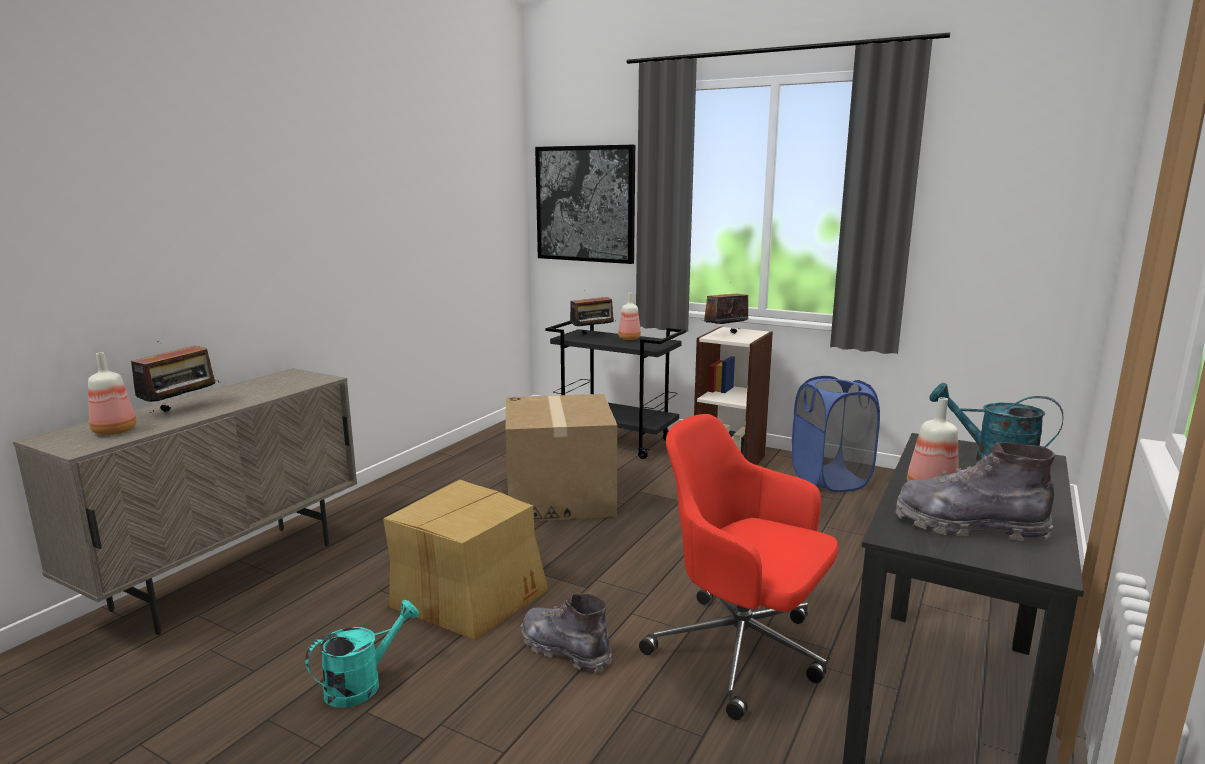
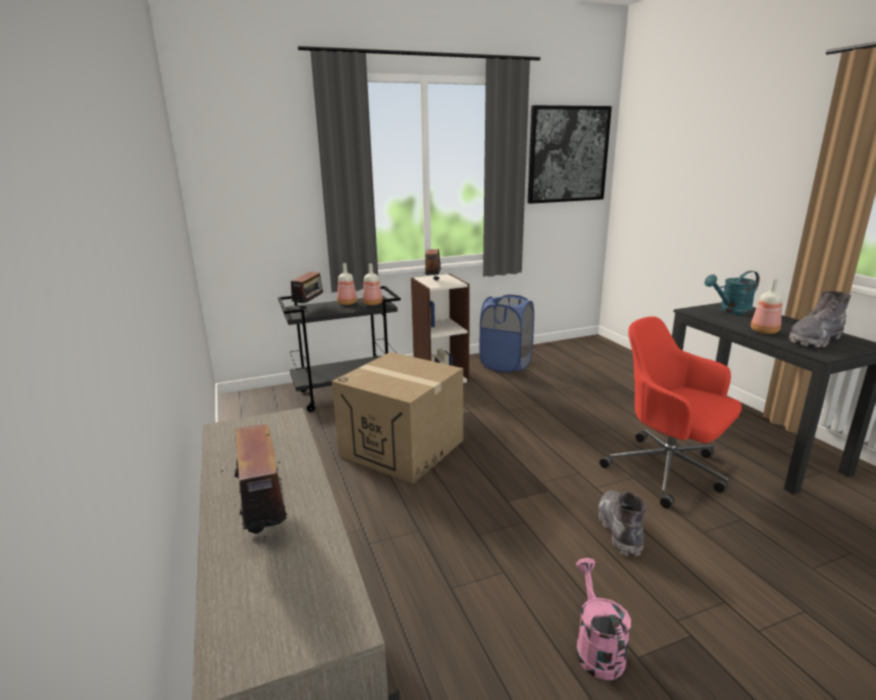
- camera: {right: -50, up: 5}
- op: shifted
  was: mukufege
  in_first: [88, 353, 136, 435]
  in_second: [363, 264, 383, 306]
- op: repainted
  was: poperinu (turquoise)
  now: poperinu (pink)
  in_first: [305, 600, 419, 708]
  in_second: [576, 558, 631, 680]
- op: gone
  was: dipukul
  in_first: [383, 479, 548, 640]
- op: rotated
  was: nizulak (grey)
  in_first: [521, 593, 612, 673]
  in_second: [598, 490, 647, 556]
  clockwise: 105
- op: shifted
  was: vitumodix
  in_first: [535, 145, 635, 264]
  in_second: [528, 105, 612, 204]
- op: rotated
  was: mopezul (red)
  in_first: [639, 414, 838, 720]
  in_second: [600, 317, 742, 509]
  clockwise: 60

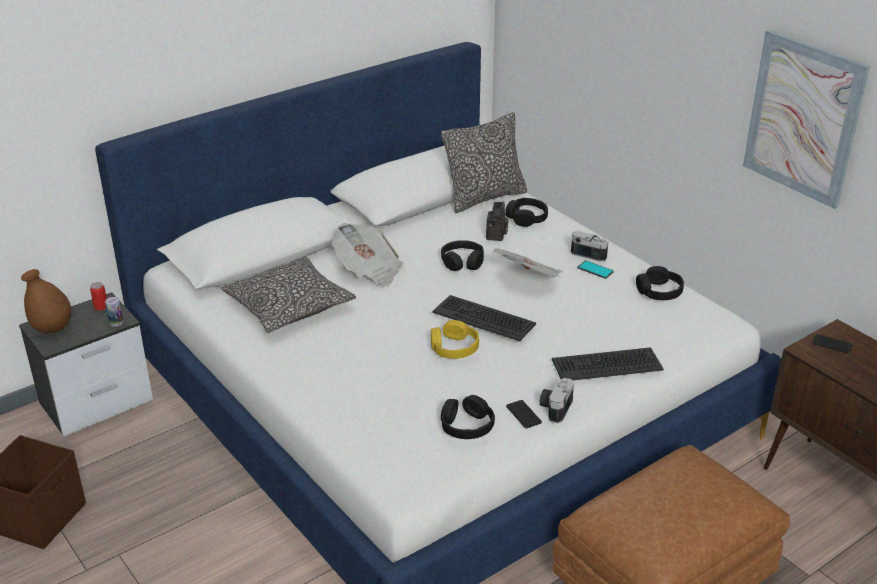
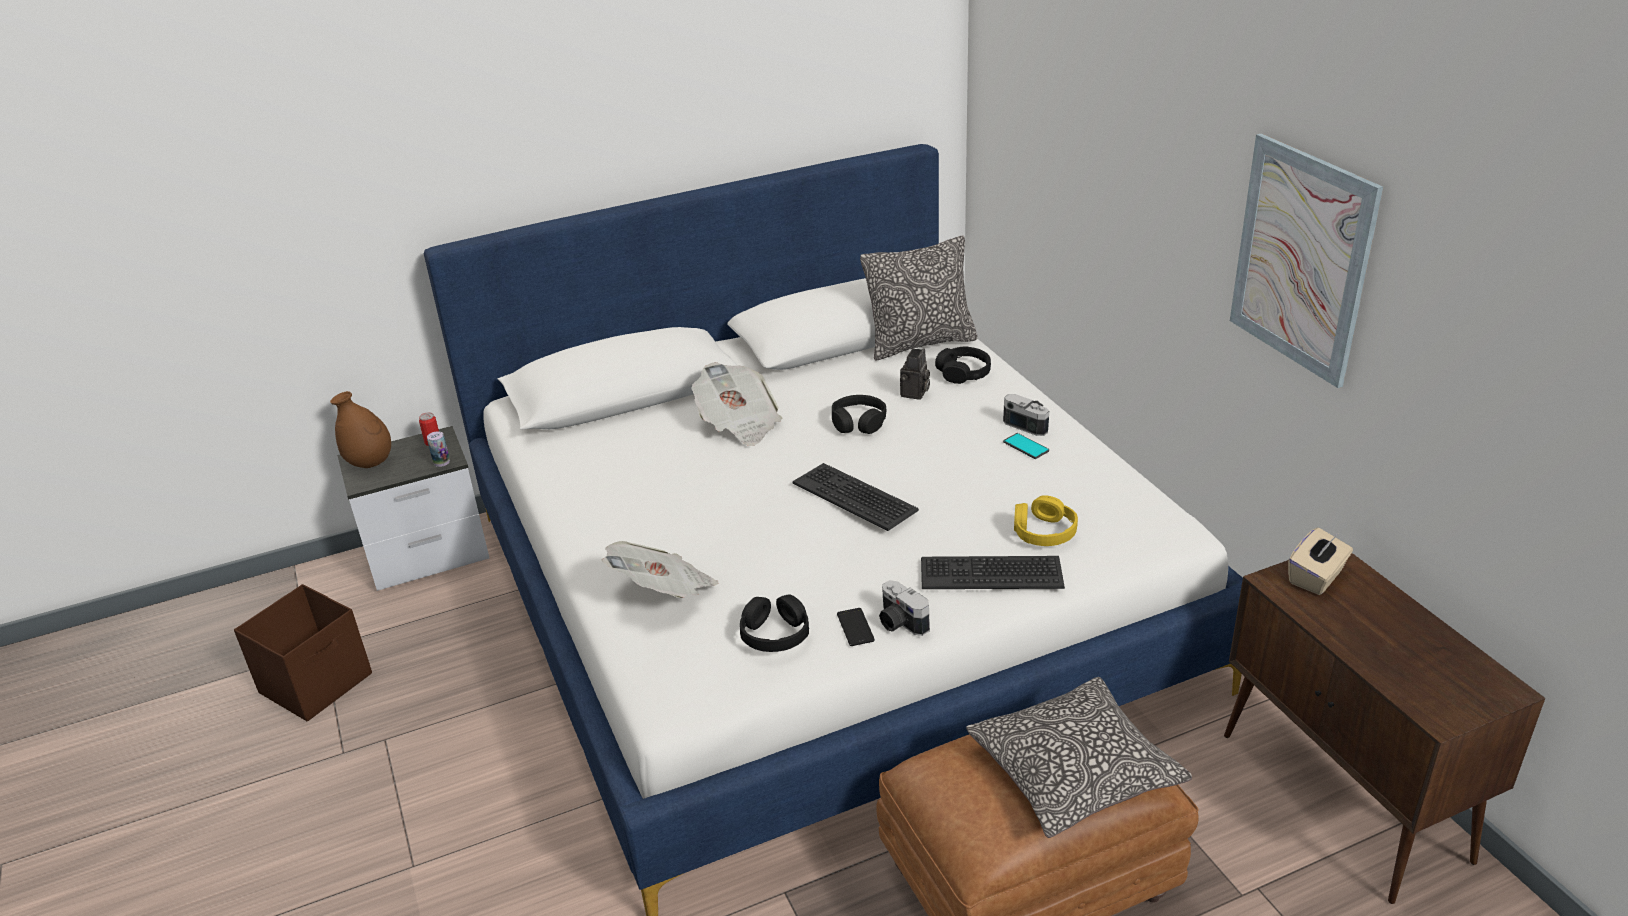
- camera: {right: 15, up: 0}
- op: shifted
  was: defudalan
  in_first: [221, 256, 356, 333]
  in_second: [966, 677, 1192, 838]
- op: shifted
  was: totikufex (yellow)
  in_first: [431, 320, 479, 359]
  in_second: [1014, 495, 1078, 546]
- op: shifted
  was: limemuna
  in_first: [493, 248, 563, 277]
  in_second: [601, 541, 719, 598]
- op: rotated
  was: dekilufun
  in_first: [539, 378, 574, 423]
  in_second: [879, 580, 930, 636]
  clockwise: -75
- op: gone
  was: totikufex (black)
  in_first: [636, 266, 684, 300]
- op: swapped
  was: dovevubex
  now: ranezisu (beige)
  in_first: [812, 334, 853, 354]
  in_second: [1288, 527, 1353, 595]

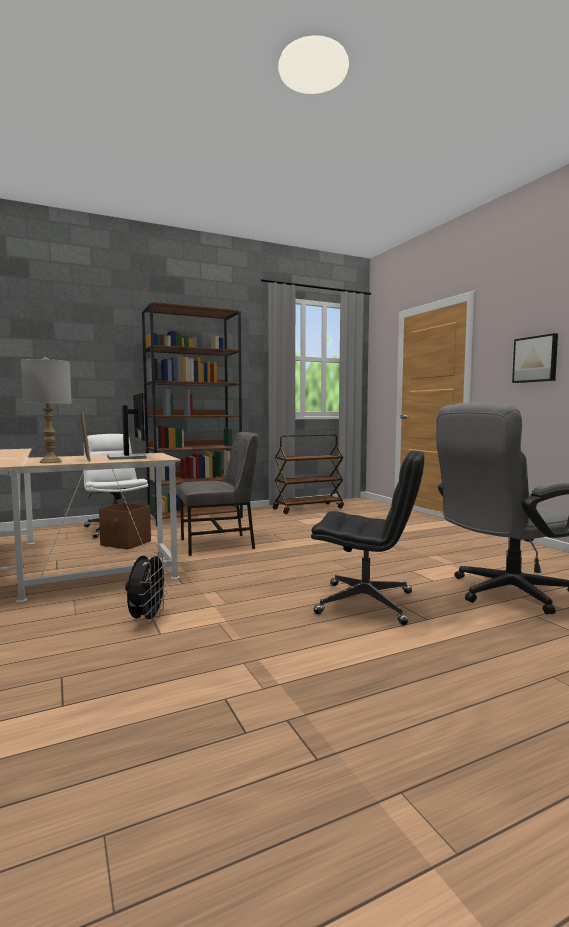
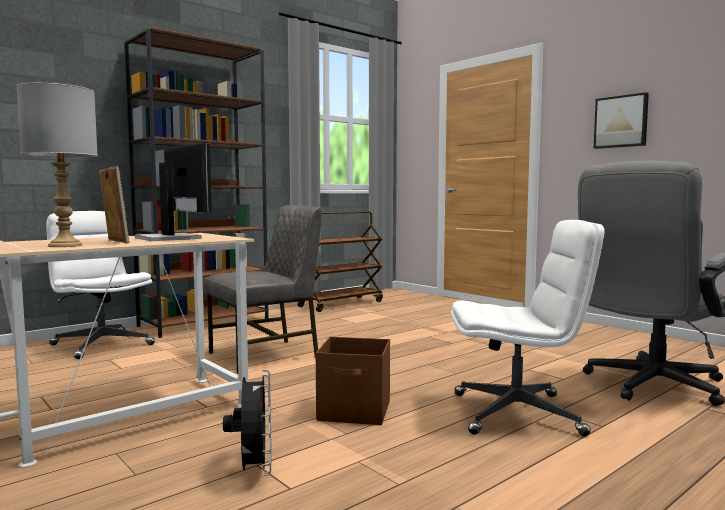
- camera: {right: -15, up: 0}
- op: shifted
  was: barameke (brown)
  in_first: [99, 503, 151, 550]
  in_second: [316, 337, 390, 425]
- op: repainted
  was: mopezul (black)
  now: mopezul (white)
  in_first: [311, 451, 424, 625]
  in_second: [451, 220, 605, 436]

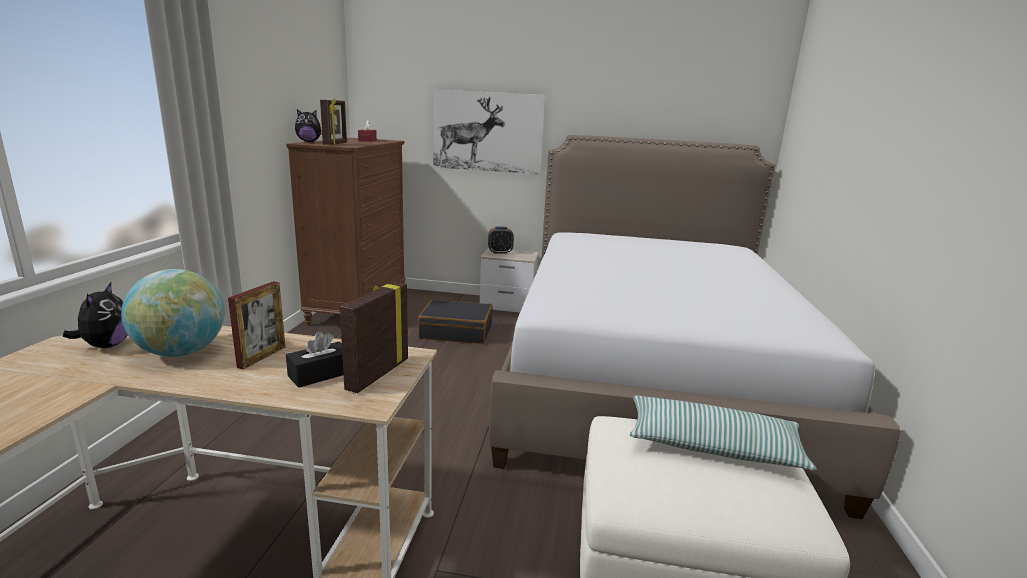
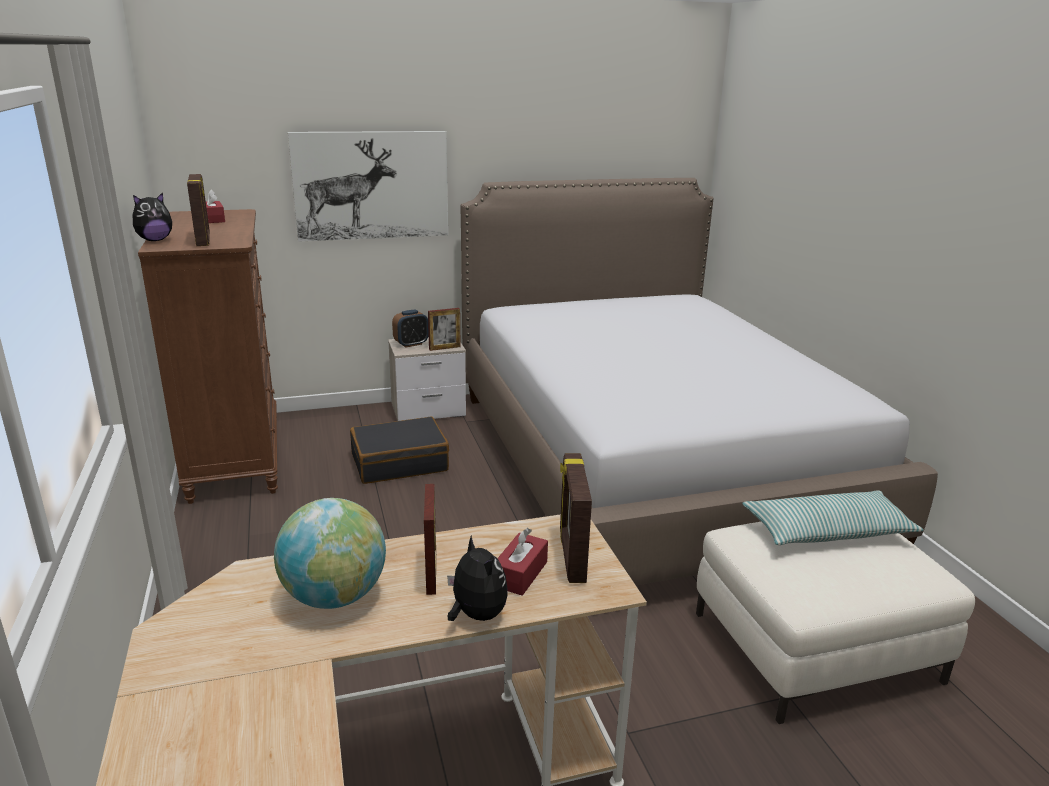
- camera: {right: -25, up: 5}
- op: shifted
  was: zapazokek
  in_first: [63, 282, 127, 348]
  in_second: [447, 536, 507, 621]
- op: repainted
  was: ranezisu (black)
  now: ranezisu (red)
  in_first: [286, 331, 344, 388]
  in_second: [497, 528, 548, 596]
- op: new
  now: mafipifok
  in_second: [428, 308, 461, 351]

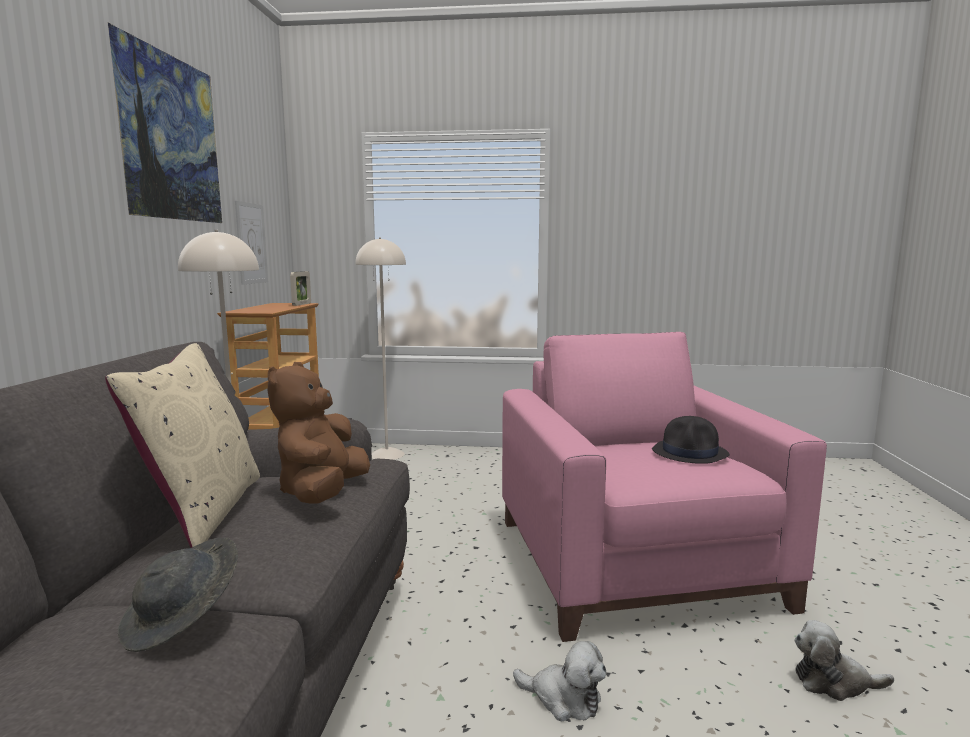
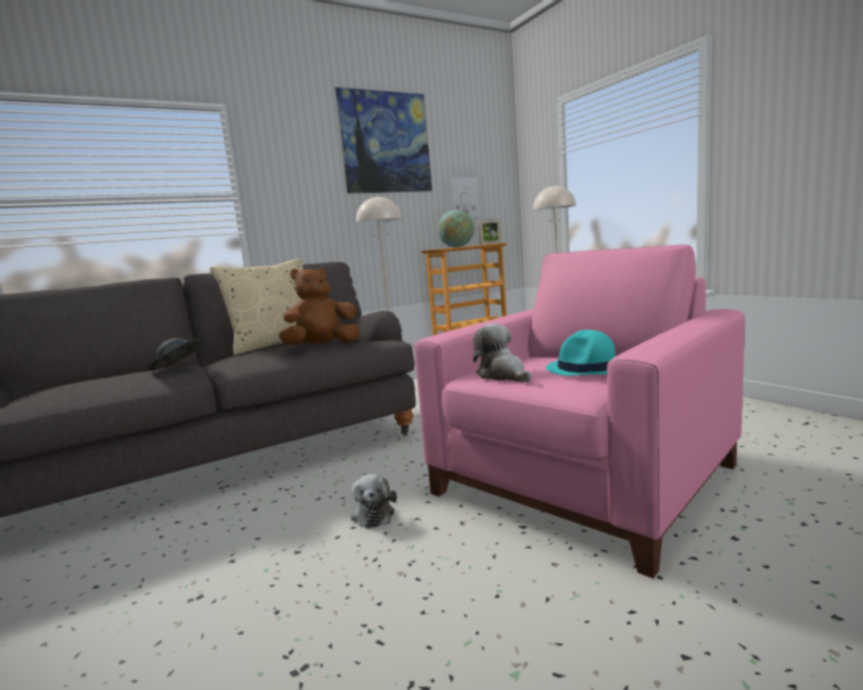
- camera: {right: 55, up: 0}
- op: repainted
  was: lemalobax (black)
  now: lemalobax (turquoise)
  in_first: [652, 416, 730, 464]
  in_second: [546, 330, 616, 376]
- op: shifted
  was: zapazokek
  in_first: [794, 620, 894, 701]
  in_second: [473, 324, 531, 382]
- op: new
  now: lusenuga
  in_second: [438, 210, 474, 247]

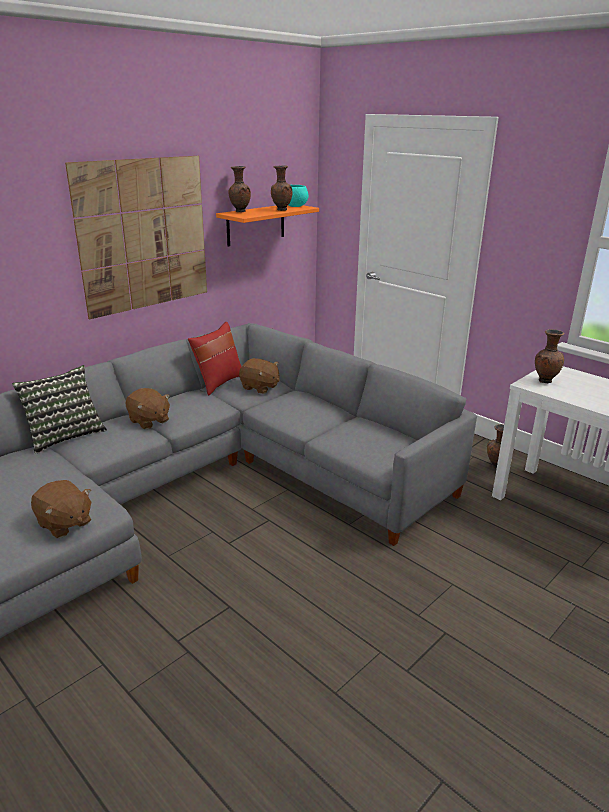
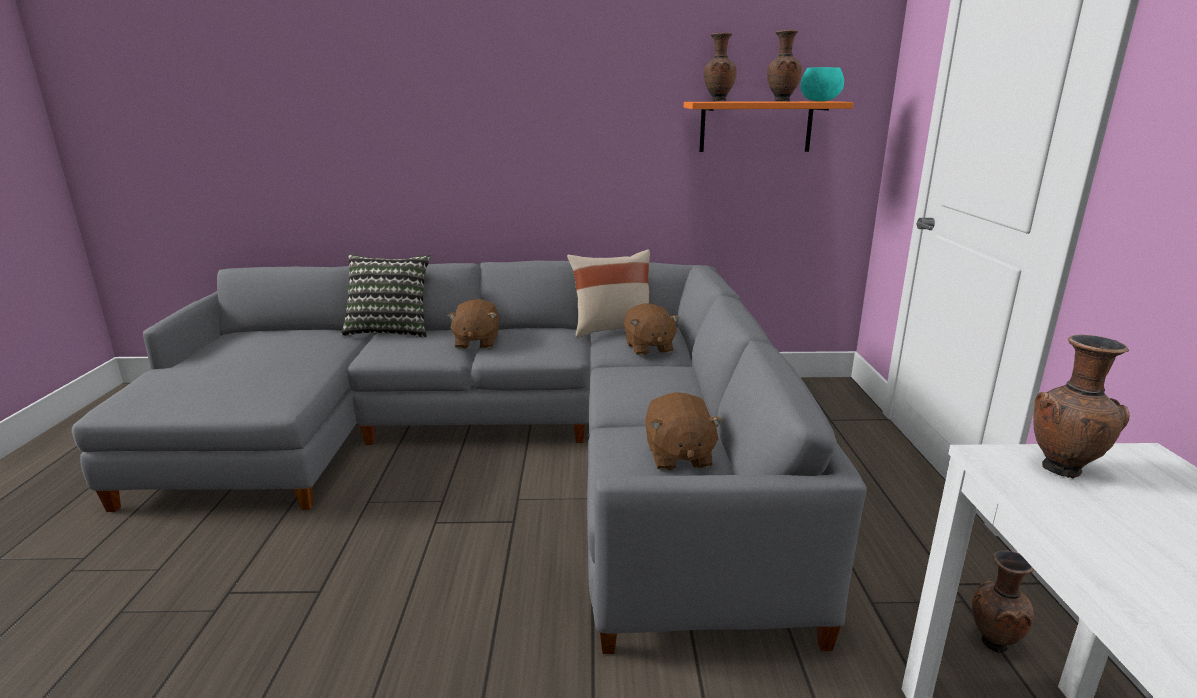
- camera: {right: 45, up: -5}
- op: shifted
  was: zapazokek (brown)
  in_first: [31, 480, 91, 538]
  in_second: [645, 392, 723, 471]
- op: gone
  was: vitumodix
  in_first: [65, 156, 207, 320]
- op: repainted
  was: defudalan (red)
  now: defudalan (beige)
  in_first: [188, 322, 242, 395]
  in_second: [567, 249, 650, 338]

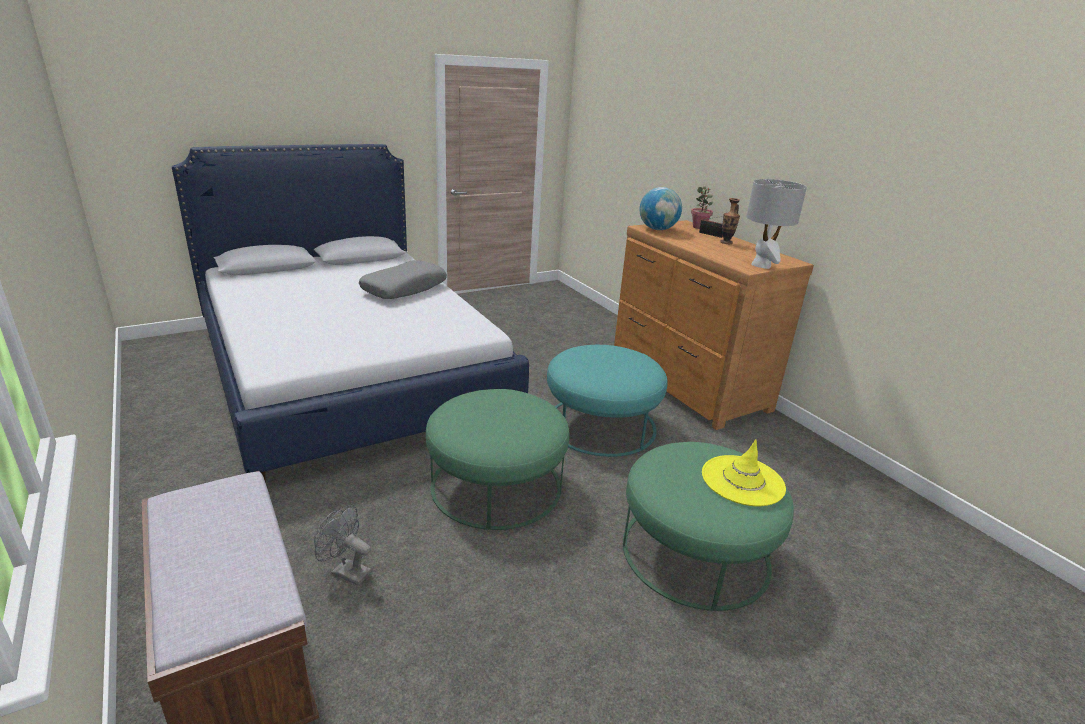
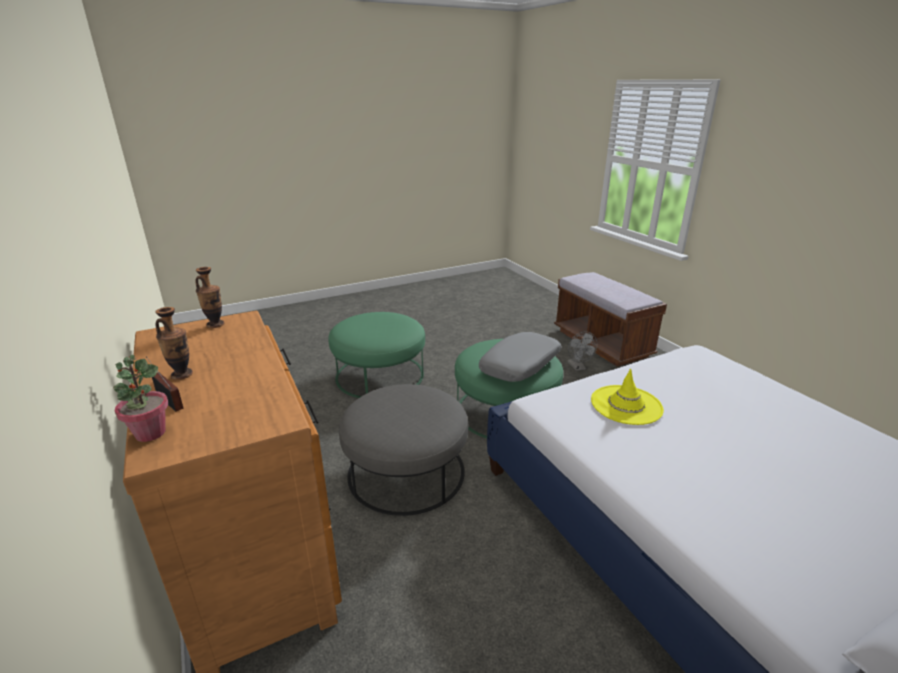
- camera: {right: -175, up: 0}
- op: rotated
  was: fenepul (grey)
  in_first: [314, 505, 372, 586]
  in_second: [567, 331, 597, 371]
  clockwise: 45
- op: shifted
  was: defudalan (grey)
  in_first: [359, 260, 447, 299]
  in_second: [479, 332, 561, 382]
- op: repainted
  was: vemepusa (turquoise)
  now: vemepusa (grey)
  in_first: [547, 345, 668, 457]
  in_second: [339, 384, 468, 516]
- op: gone
  was: lusenuga
  in_first: [640, 187, 682, 230]
- op: shifted
  was: lemalobax (yellow)
  in_first: [702, 440, 786, 506]
  in_second: [591, 369, 664, 425]
- op: swapped
  was: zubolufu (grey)
  now: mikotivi
  in_first: [746, 179, 807, 269]
  in_second: [195, 267, 224, 328]

